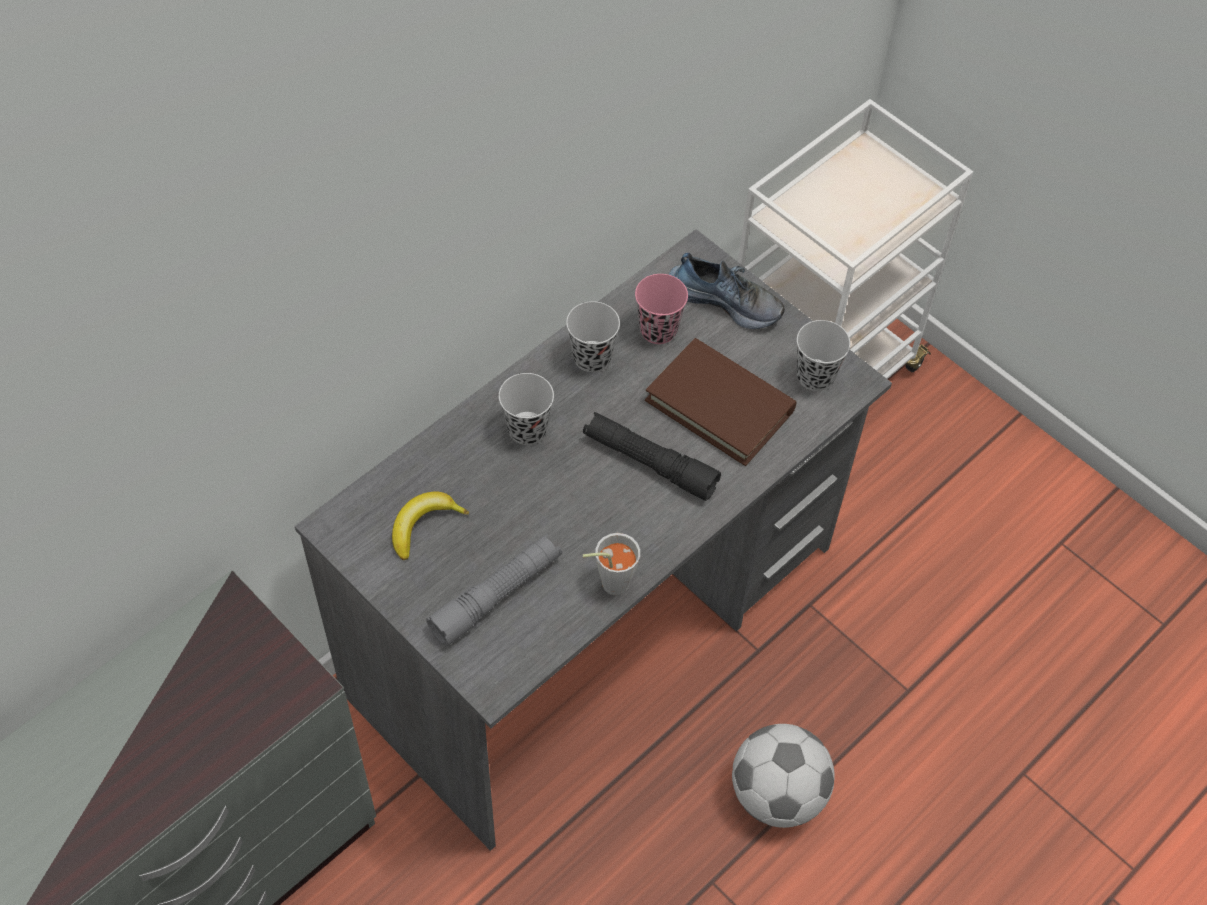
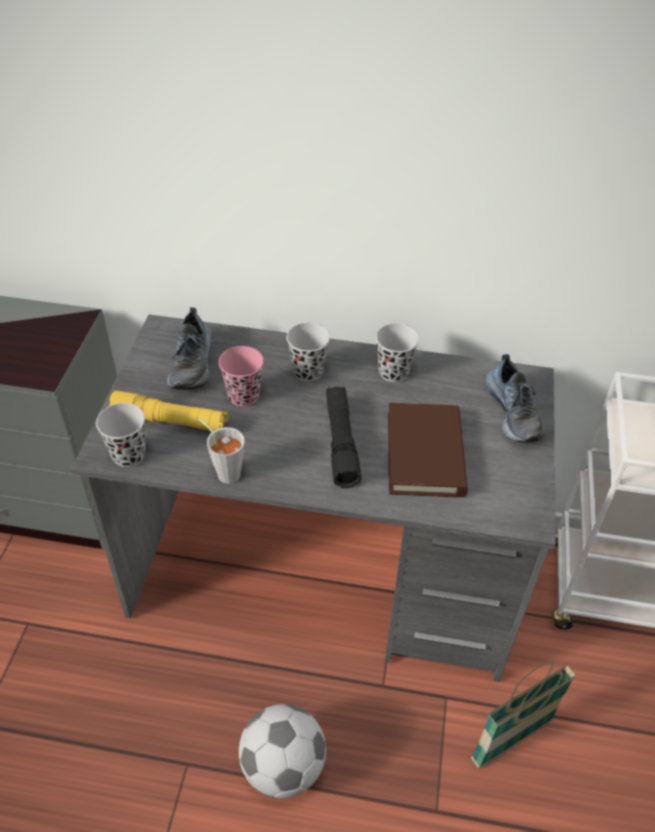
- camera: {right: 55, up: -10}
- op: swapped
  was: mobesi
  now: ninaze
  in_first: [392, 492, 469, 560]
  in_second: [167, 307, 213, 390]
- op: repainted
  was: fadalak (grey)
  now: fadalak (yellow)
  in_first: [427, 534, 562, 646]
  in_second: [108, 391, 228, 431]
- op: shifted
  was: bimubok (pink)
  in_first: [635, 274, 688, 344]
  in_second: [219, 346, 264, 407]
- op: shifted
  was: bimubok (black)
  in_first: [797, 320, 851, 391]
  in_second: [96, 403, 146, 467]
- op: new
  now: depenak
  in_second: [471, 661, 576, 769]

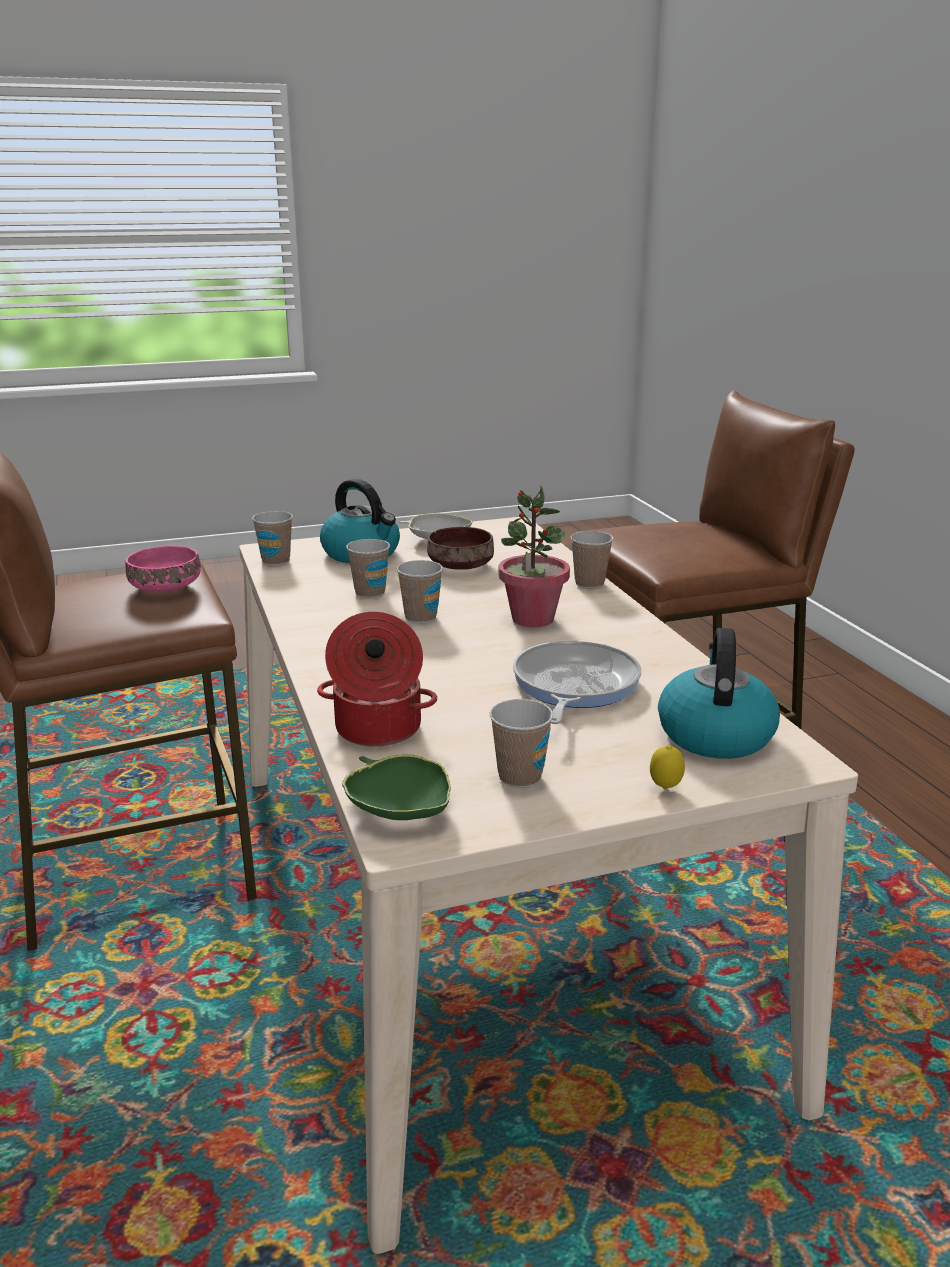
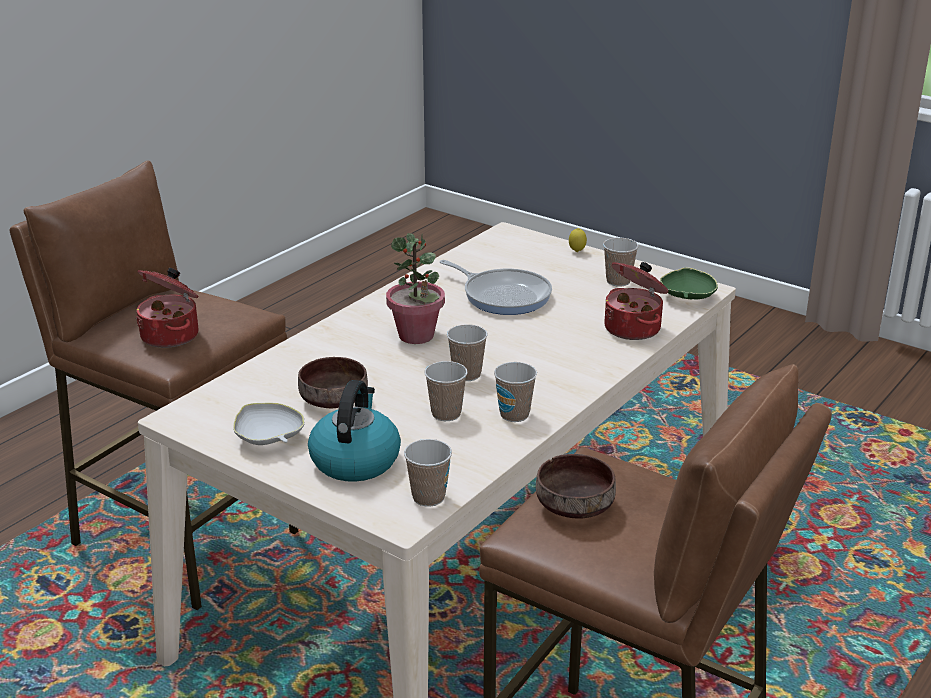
- camera: {right: -125, up: 5}
- op: repainted
  was: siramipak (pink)
  now: siramipak (brown)
  in_first: [125, 546, 201, 592]
  in_second: [536, 454, 616, 519]
- op: rotated
  was: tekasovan
  in_first: [513, 640, 641, 724]
  in_second: [440, 260, 552, 315]
  clockwise: -120
- op: shifted
  was: bimubok
  in_first: [570, 531, 614, 589]
  in_second: [494, 362, 537, 422]
- op: gone
  was: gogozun
  in_first: [658, 628, 780, 759]
- op: new
  now: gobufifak
  in_second: [136, 268, 198, 348]

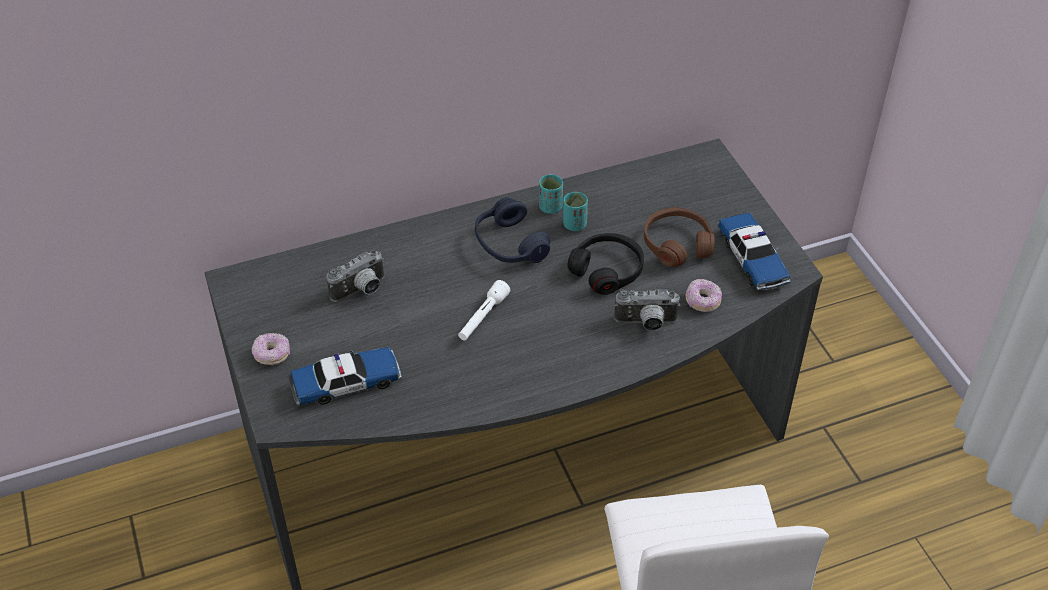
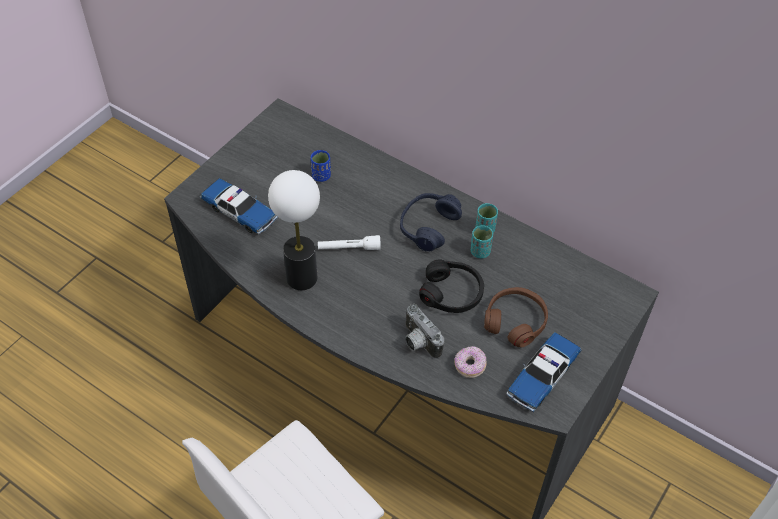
- camera: {right: 55, up: 5}
- op: gone
  was: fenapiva
  in_first: [252, 333, 290, 365]
- op: swapped
  was: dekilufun
  now: bimubok (blue)
  in_first: [327, 250, 384, 302]
  in_second: [311, 150, 331, 182]
- op: new
  now: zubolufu
  in_second: [268, 170, 320, 290]

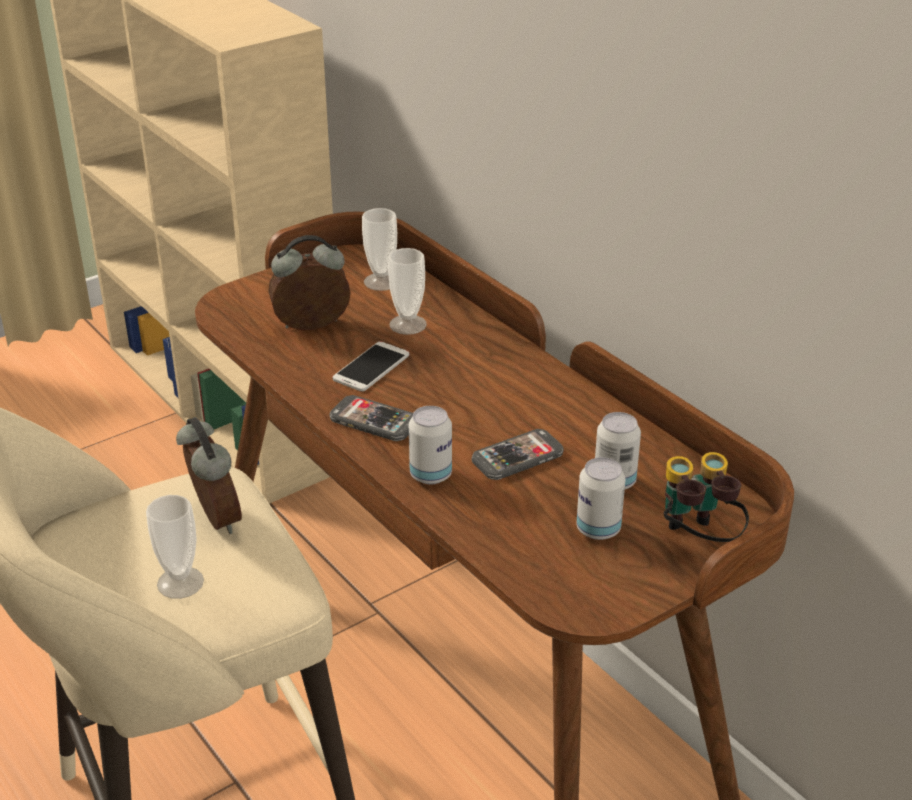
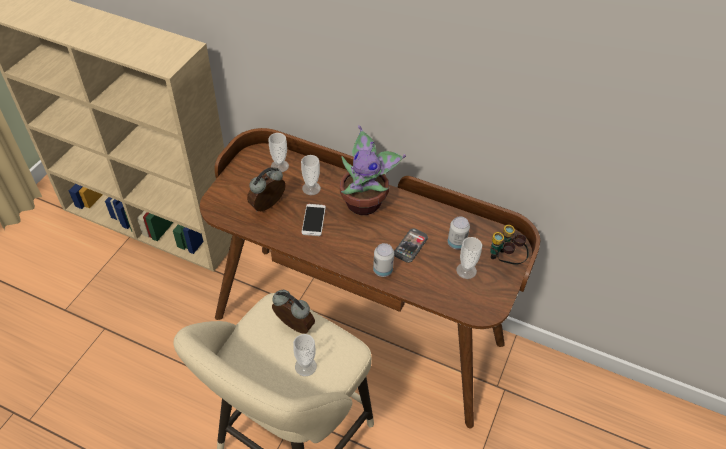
- camera: {right: -30, up: 15}
- op: gone
  was: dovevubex
  in_first: [329, 395, 413, 441]
- op: swapped
  was: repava
  now: bimubok
  in_first: [576, 457, 626, 540]
  in_second: [456, 237, 482, 279]
- op: new
  now: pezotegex
  in_second: [340, 125, 406, 215]

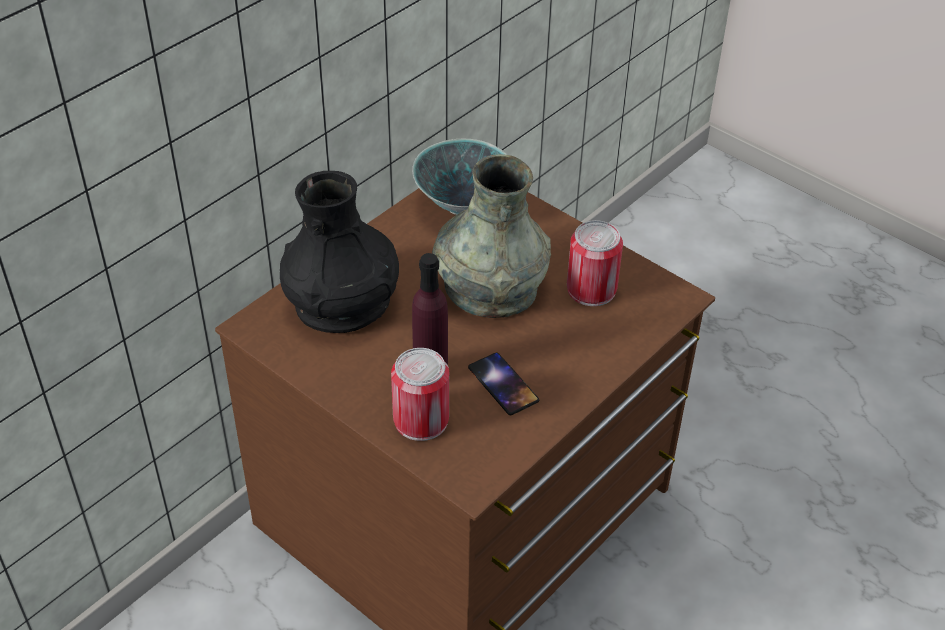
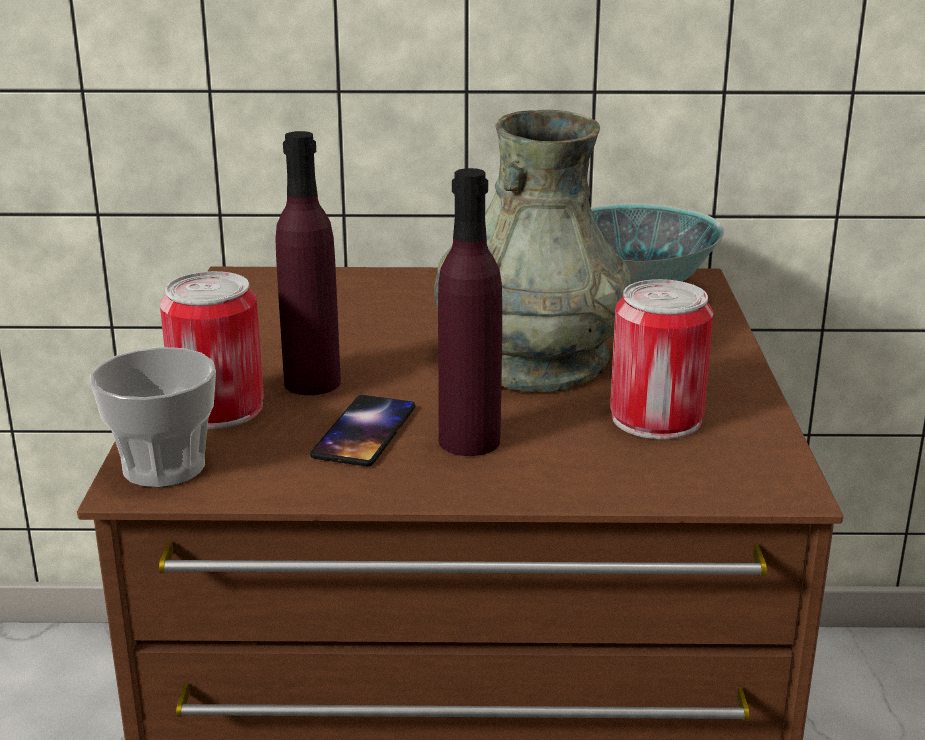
- camera: {right: 50, up: -20}
- op: gone
  was: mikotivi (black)
  in_first: [280, 171, 399, 333]
- op: new
  now: bimubok
  in_second: [90, 347, 216, 487]
- op: new
  now: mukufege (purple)
  in_second: [438, 168, 502, 456]

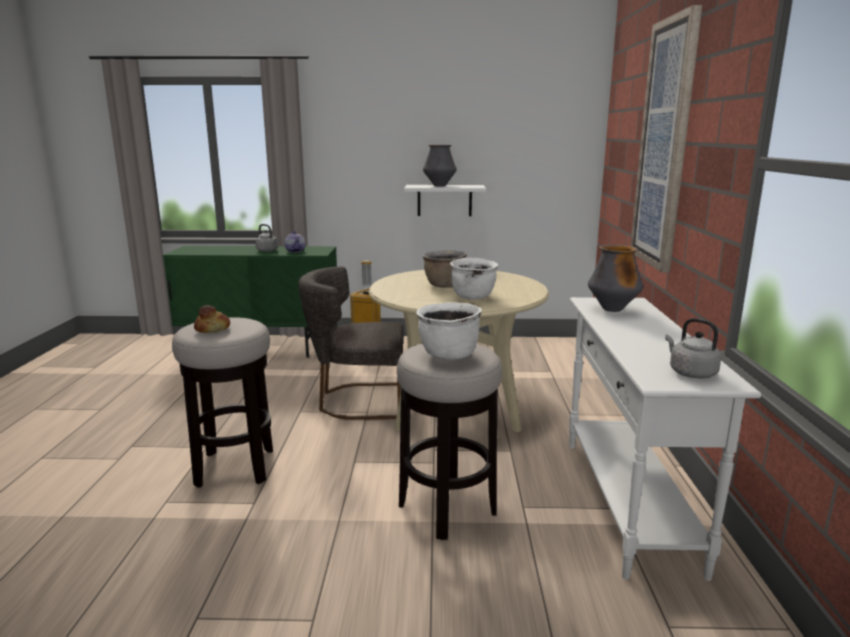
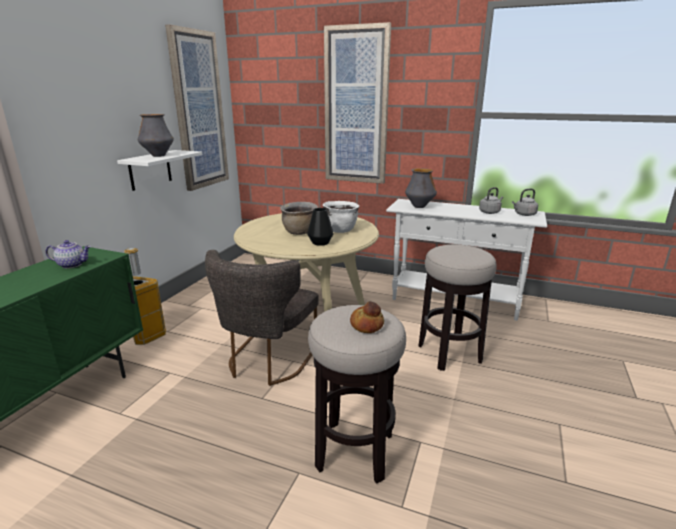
- camera: {right: -70, up: 5}
- op: shifted
  was: gogozun (grey)
  in_first: [255, 224, 278, 252]
  in_second: [479, 187, 503, 214]
- op: gone
  was: gobufifak (white)
  in_first: [416, 302, 482, 360]
- op: new
  now: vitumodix
  in_second: [165, 24, 229, 191]
- op: new
  now: mikotivi (black)
  in_second: [307, 208, 334, 246]

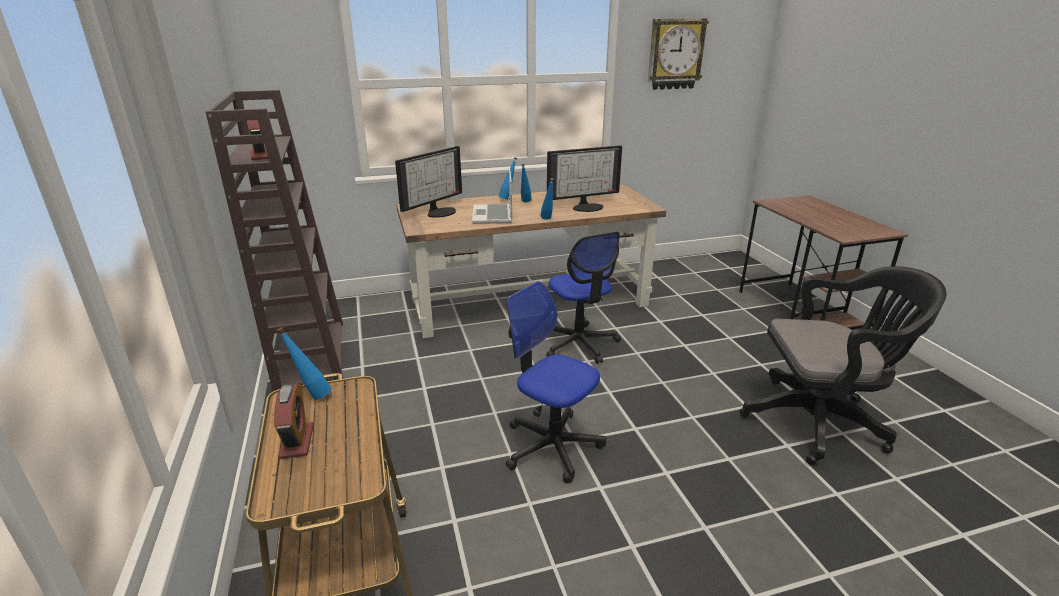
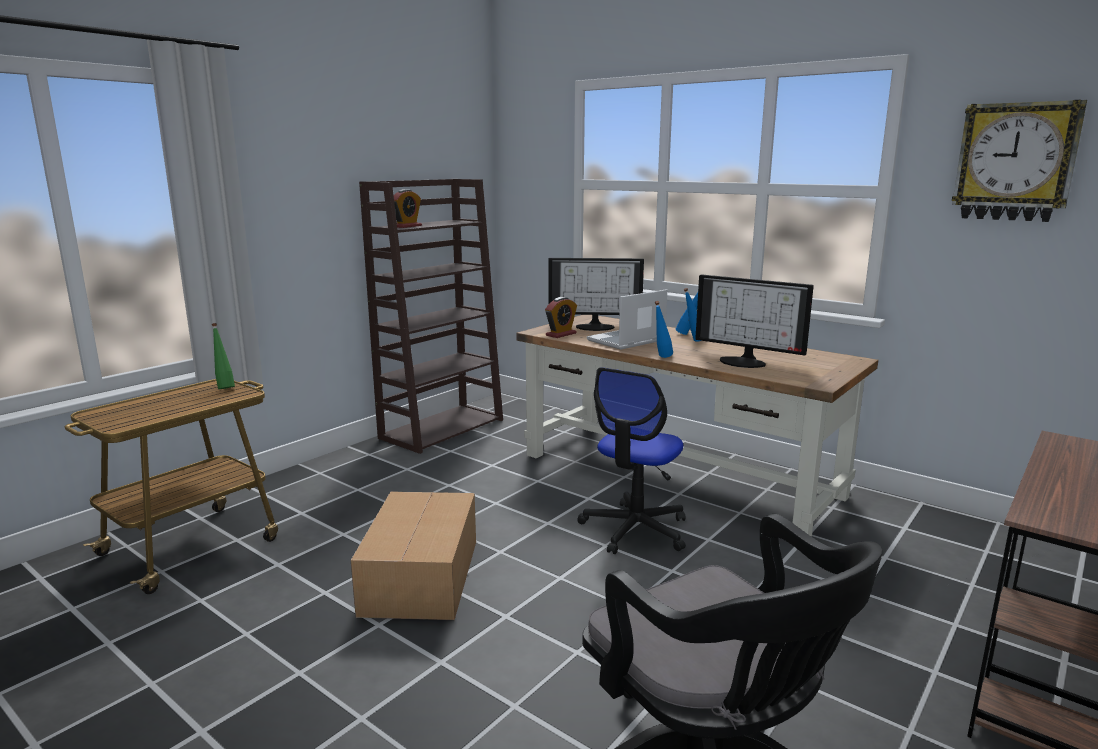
- camera: {right: 55, up: -10}
- op: shifted
  was: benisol
  in_first: [274, 384, 314, 459]
  in_second: [545, 297, 577, 338]
- op: repainted
  was: mukufege (blue)
  now: mukufege (green)
  in_first: [277, 327, 332, 400]
  in_second: [212, 323, 235, 389]
- op: swapped
  was: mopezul
  now: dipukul
  in_first: [506, 281, 606, 483]
  in_second: [351, 491, 476, 620]

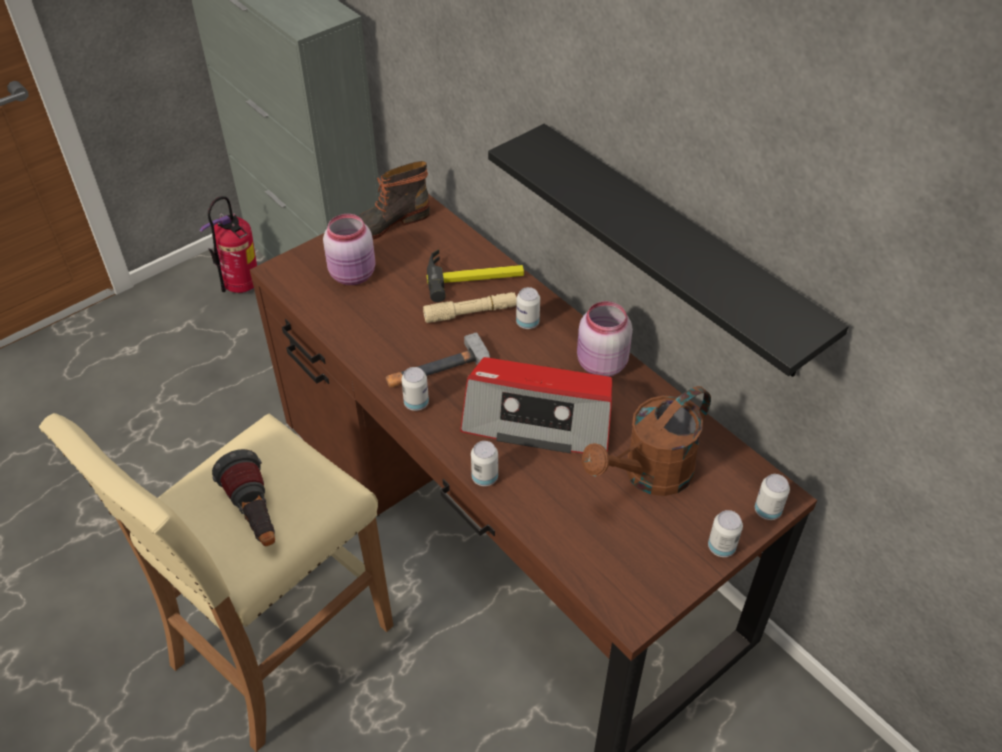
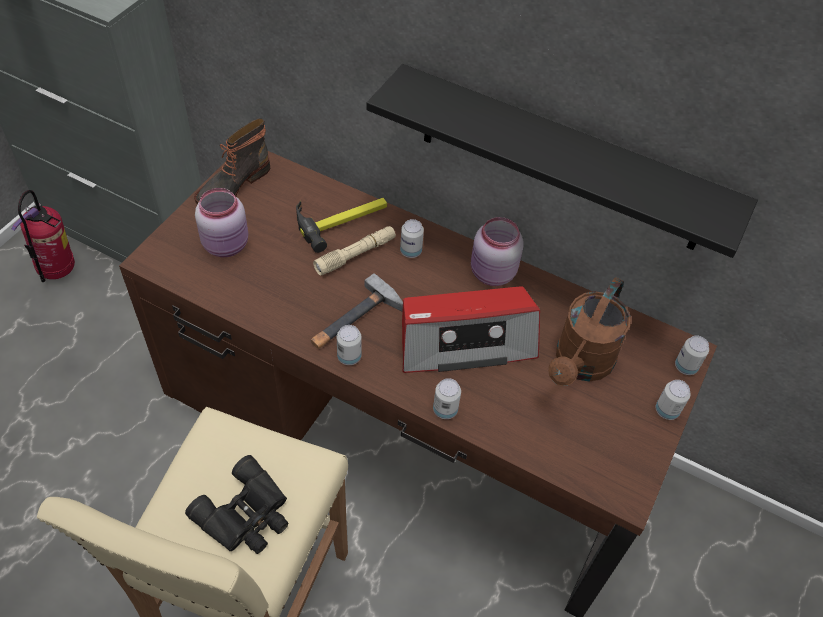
- camera: {right: -25, up: 5}
- op: swapped
  was: fadalak
  now: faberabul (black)
  in_first: [212, 449, 275, 547]
  in_second: [185, 455, 288, 554]

